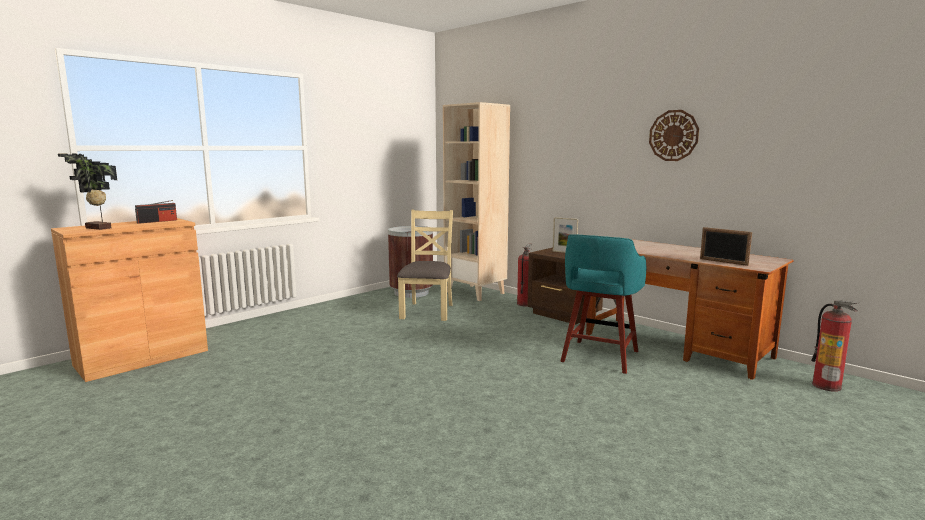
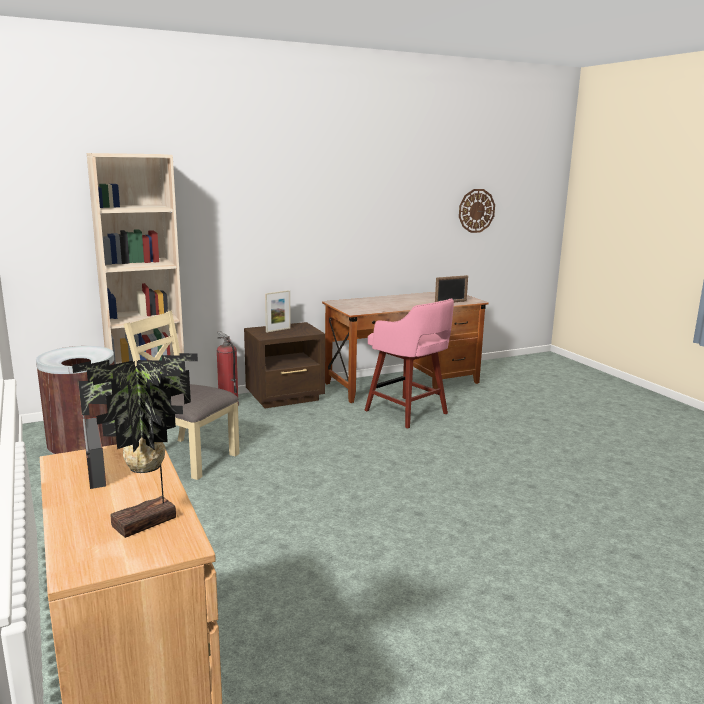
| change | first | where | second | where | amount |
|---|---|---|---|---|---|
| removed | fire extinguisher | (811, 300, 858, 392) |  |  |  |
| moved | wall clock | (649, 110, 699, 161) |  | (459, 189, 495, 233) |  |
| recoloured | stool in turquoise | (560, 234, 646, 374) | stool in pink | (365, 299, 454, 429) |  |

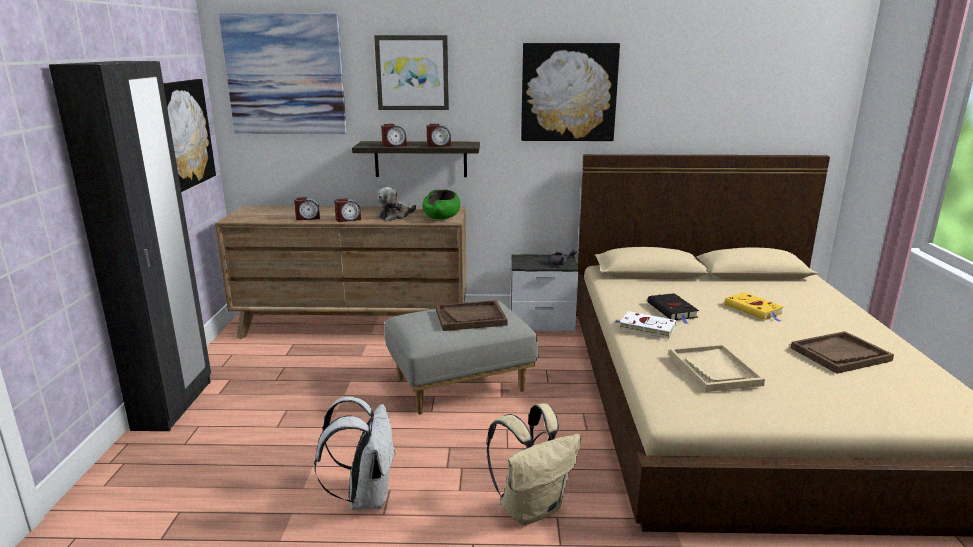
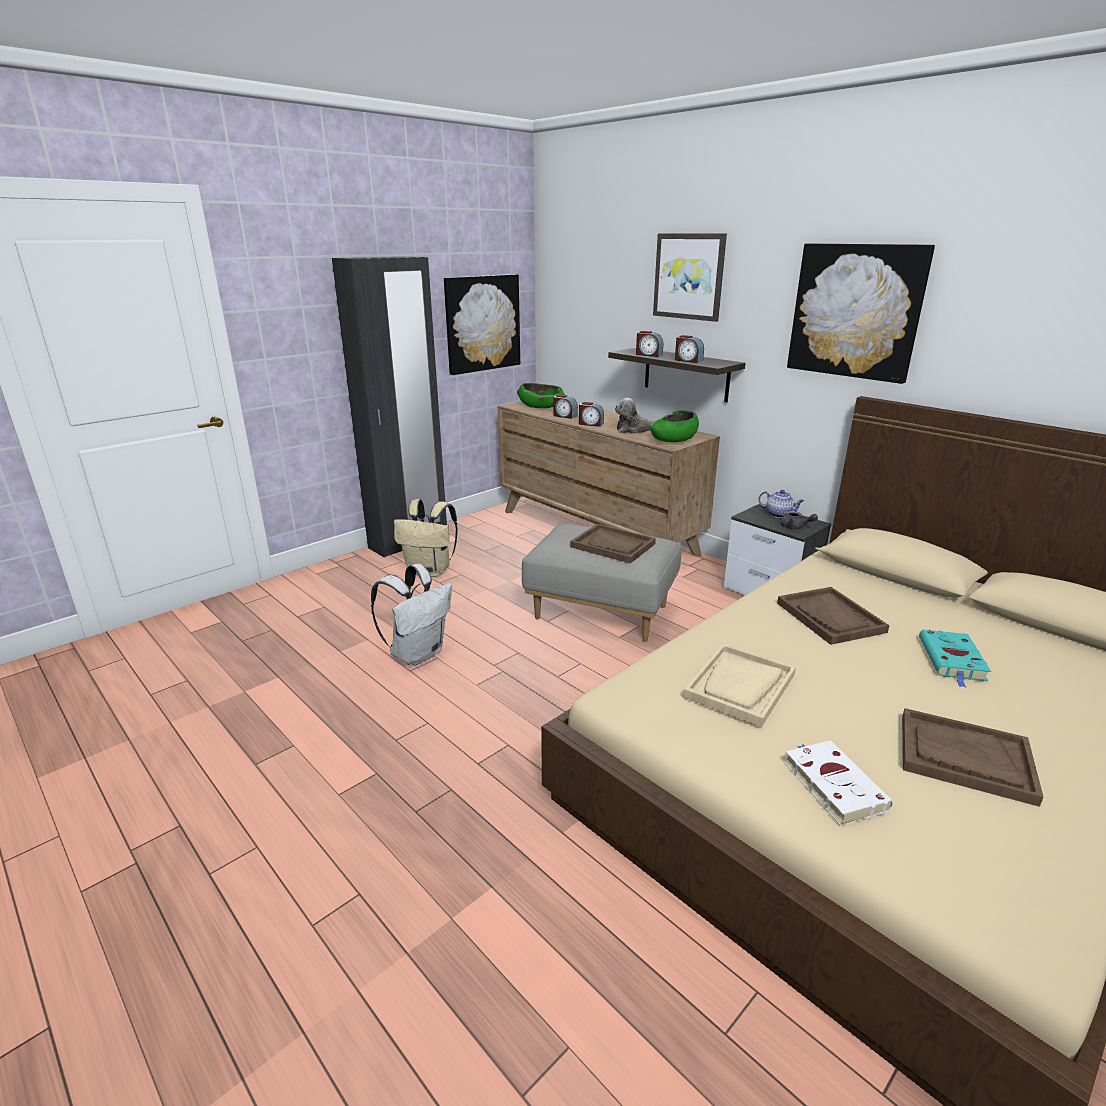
| change | first | where | second | where | amount |
|---|---|---|---|---|---|
| removed | picture | (219, 13, 347, 134) |  |  |  |
| added |  |  | bowl in green | (517, 383, 565, 408) |  |
| added |  |  | teapot | (759, 490, 804, 518) |  |
| moved | backpack in beige | (487, 403, 581, 525) |  | (394, 499, 458, 577) |  |
| moved | book in white | (615, 311, 676, 339) |  | (784, 740, 893, 825) |  |
| replaced | book in black | (647, 293, 699, 324) | tray in brown | (777, 587, 890, 645) |  |
| recoloured | book in yellow | (725, 292, 784, 322) | book in turquoise | (919, 629, 991, 687) |  |

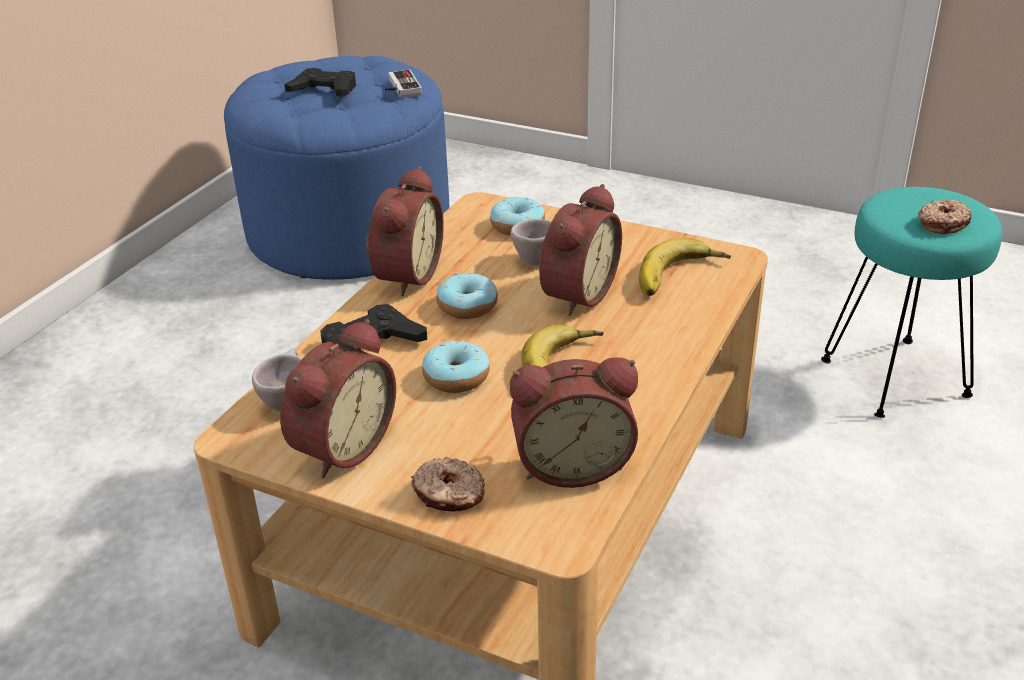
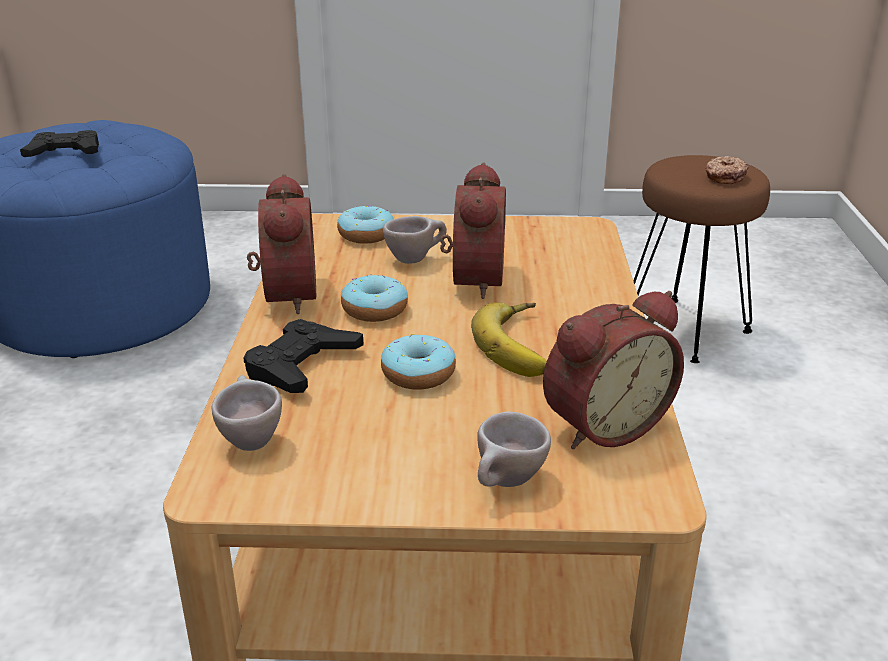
| change | first | where | second | where | amount |
|---|---|---|---|---|---|
| removed | alarm clock | (280, 319, 396, 478) |  |  |  |
| removed | game controller | (385, 69, 422, 98) |  |  |  |
| removed | banana | (639, 238, 731, 296) |  |  |  |
| replaced | donut | (411, 457, 485, 511) | cup in beige | (477, 411, 551, 487) |  |
| recoloured | stool in turquoise | (821, 187, 1002, 418) | stool in brown | (633, 155, 770, 363) |  |

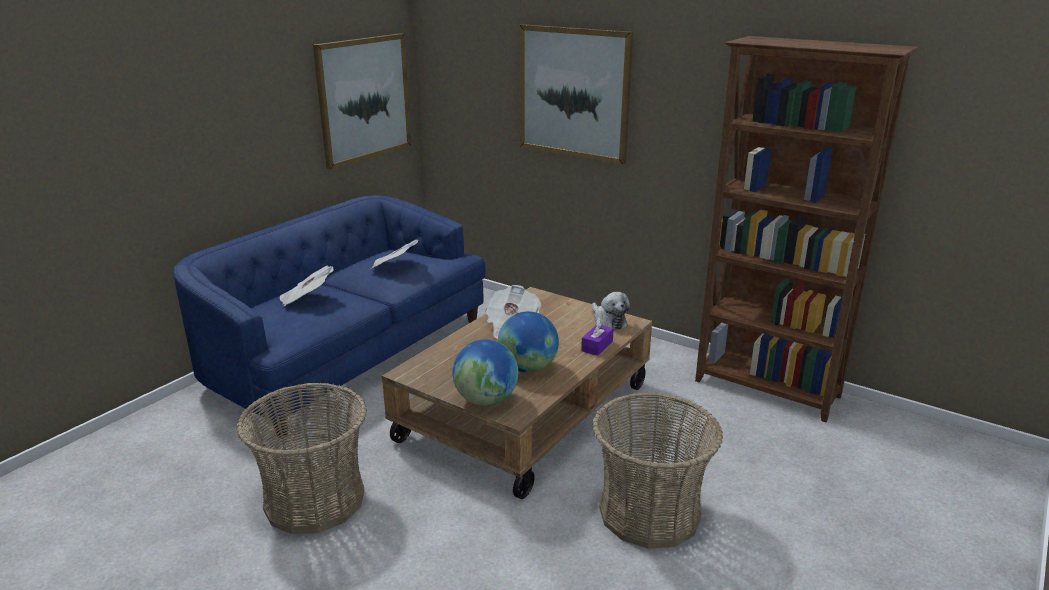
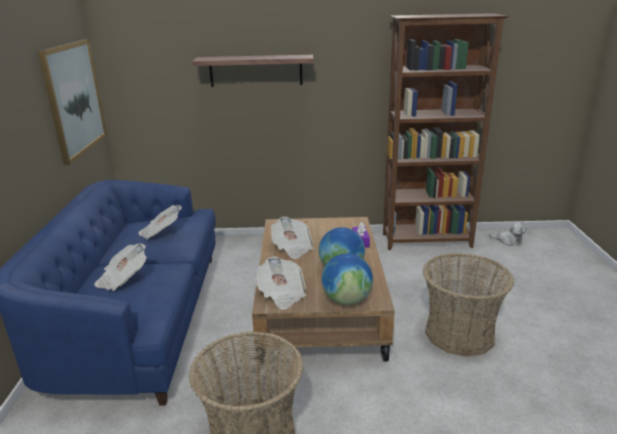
| change | first | where | second | where | amount |
|---|---|---|---|---|---|
| added |  |  | newspaper | (256, 256, 306, 310) |  |
| moved | plush toy | (592, 292, 630, 330) |  | (489, 221, 526, 246) |  |
| replaced | picture | (520, 24, 633, 164) | shelf | (192, 55, 314, 87) |  |

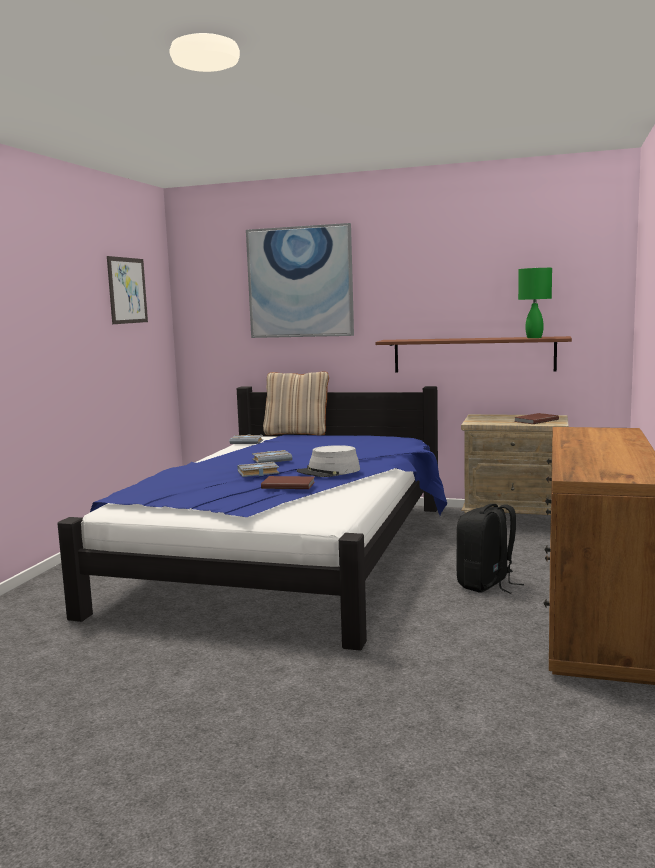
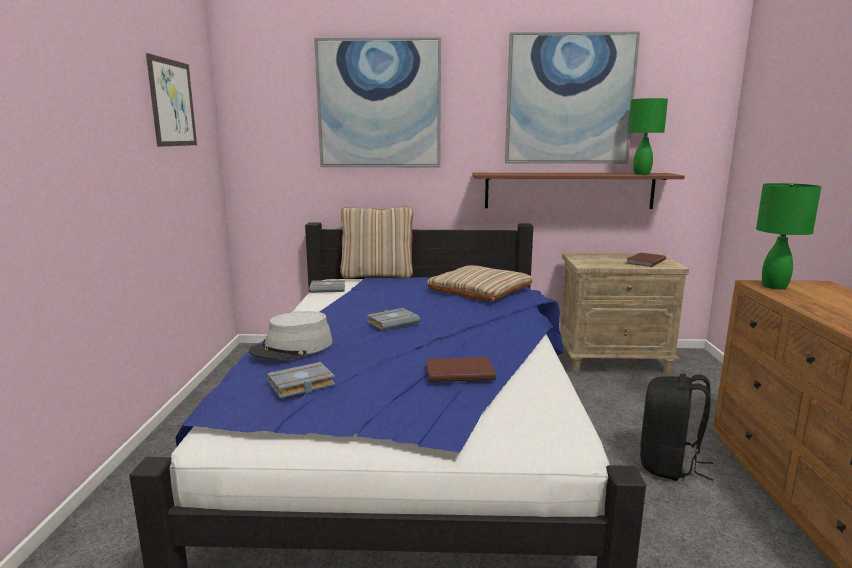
| change | first | where | second | where | amount |
|---|---|---|---|---|---|
| added |  |  | pillow in beige | (427, 265, 532, 302) |  |
| added |  |  | picture | (505, 32, 640, 164) |  |
| added |  |  | table lamp in green | (756, 183, 822, 289) |  |
| moved | book in grey | (237, 462, 280, 477) |  | (267, 362, 336, 398) |  |
| moved | hat in grey | (297, 445, 360, 477) |  | (249, 311, 333, 360) |  |

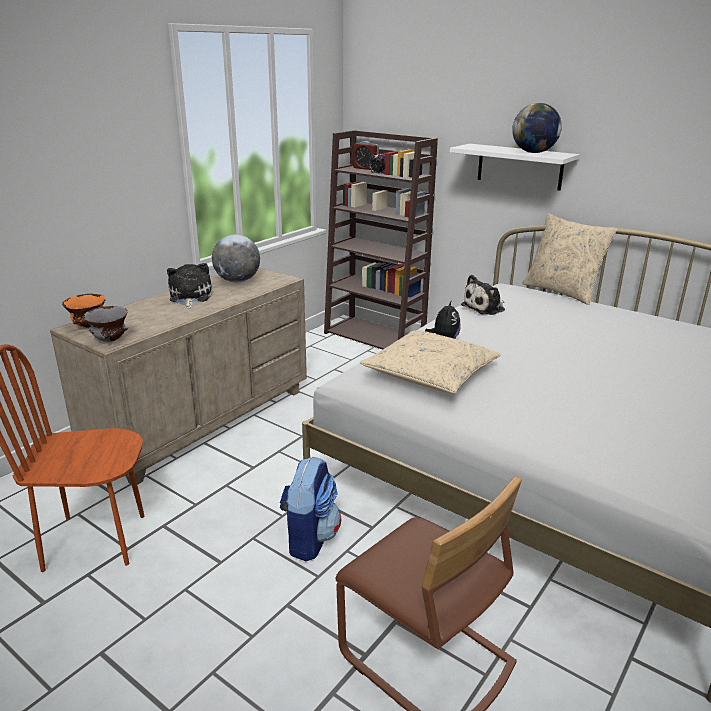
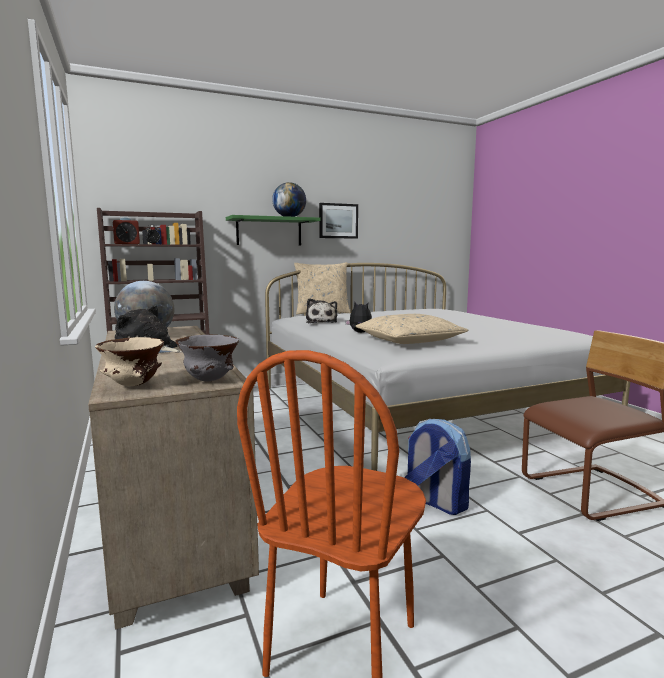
| change | first | where | second | where | amount |
|---|---|---|---|---|---|
| added |  |  | picture | (319, 203, 358, 239) |  |
| recoloured | bowl in orange | (62, 294, 106, 328) | bowl in beige | (95, 337, 164, 386) |  |
| recoloured | shelf in white | (450, 144, 579, 190) | shelf in green | (226, 215, 321, 245) |  |

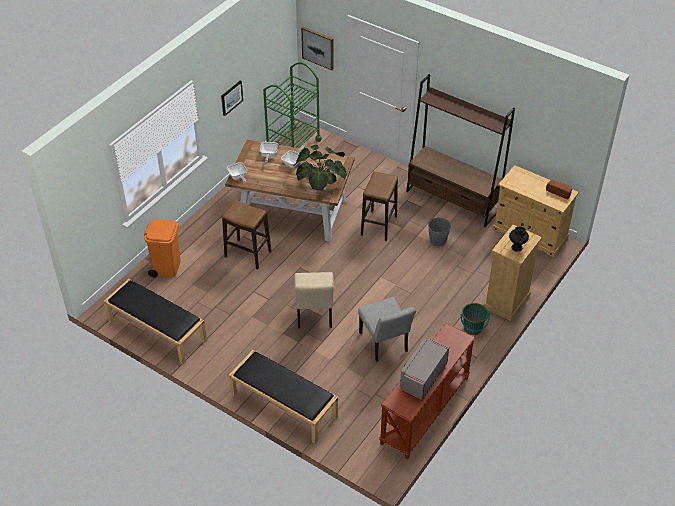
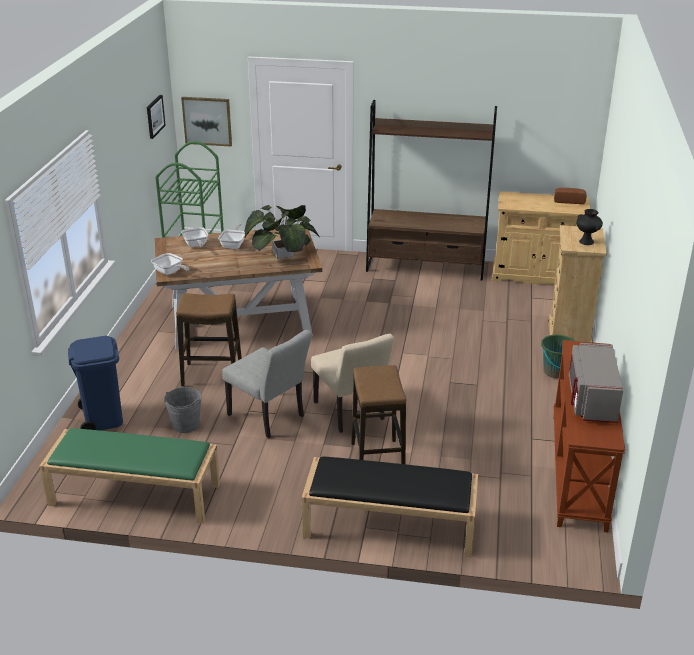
| change | first | where | second | where | amount |
|---|---|---|---|---|---|
| moved | picture | (221, 81, 243, 116) |  | (147, 95, 166, 139) |  |
| moved | chair in grey | (358, 297, 416, 362) |  | (222, 330, 312, 438) |  |
| moved | stool | (361, 171, 398, 241) |  | (351, 365, 406, 464) |  |
| moved | bucket in grey | (428, 217, 451, 246) |  | (164, 387, 202, 433) |  |
| recoloured | bench in black | (104, 279, 207, 365) | bench in green | (40, 428, 220, 524) |  |
| recoloured | trash can in orange | (144, 219, 181, 278) | trash can in blue | (68, 336, 123, 430) |  |

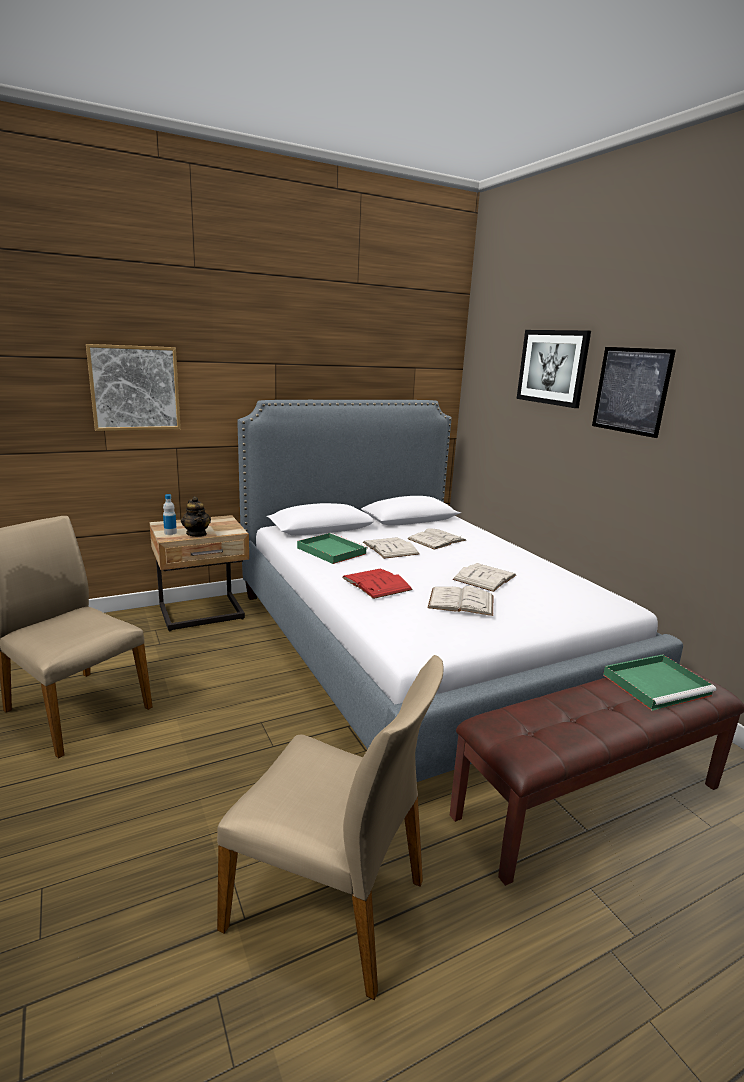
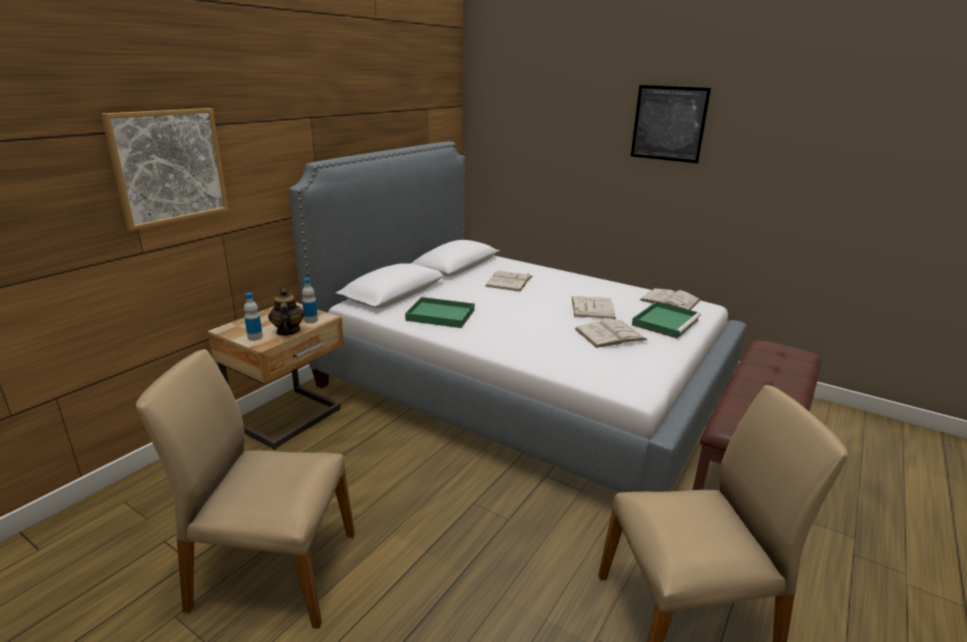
| change | first | where | second | where | amount |
|---|---|---|---|---|---|
| removed | book in red | (342, 569, 413, 599) |  |  |  |
| removed | picture | (517, 330, 591, 408) |  |  |  |
| added |  |  | bottle | (302, 278, 318, 323) |  |
| moved | book in white | (363, 537, 419, 559) |  | (640, 288, 700, 310) |  |
| moved | tray in green | (603, 654, 716, 711) |  | (632, 301, 701, 339) |  |
| turned | teapot | (181, 496, 211, 537) |  | (268, 288, 305, 336) | 135 degrees counterclockwise |

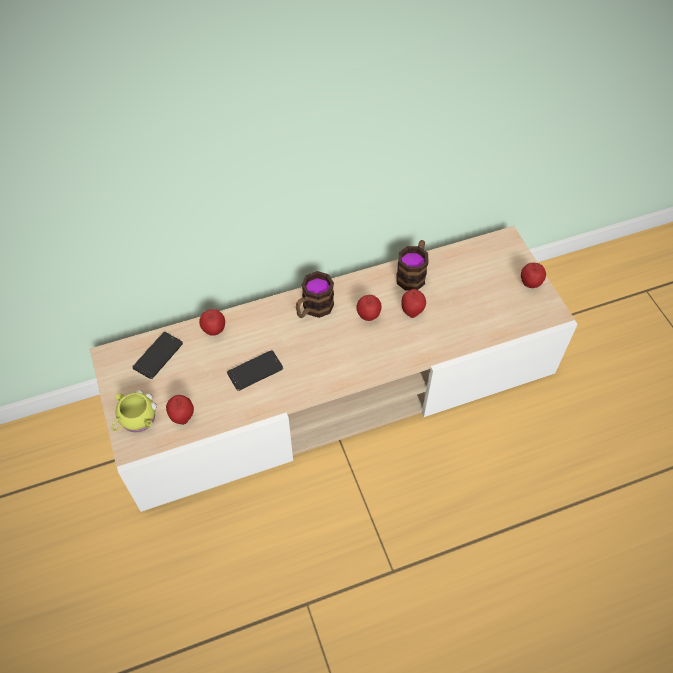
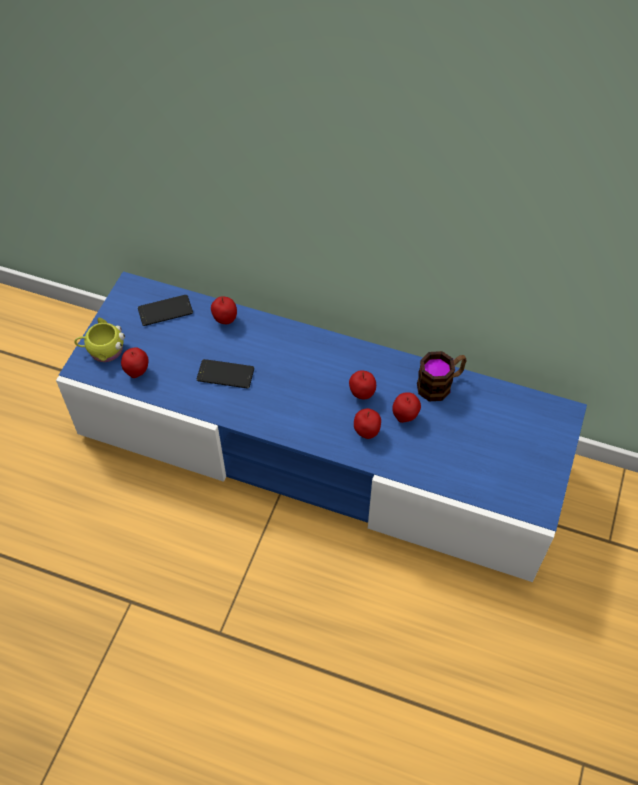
| change | first | where | second | where | amount |
|---|---|---|---|---|---|
| removed | mug | (296, 271, 334, 318) |  |  |  |
| moved | apple | (521, 263, 546, 288) |  | (354, 408, 381, 439) |  |
| recoloured | tv stand in beige | (90, 226, 578, 512) | tv stand in blue | (56, 271, 587, 582) |  |

